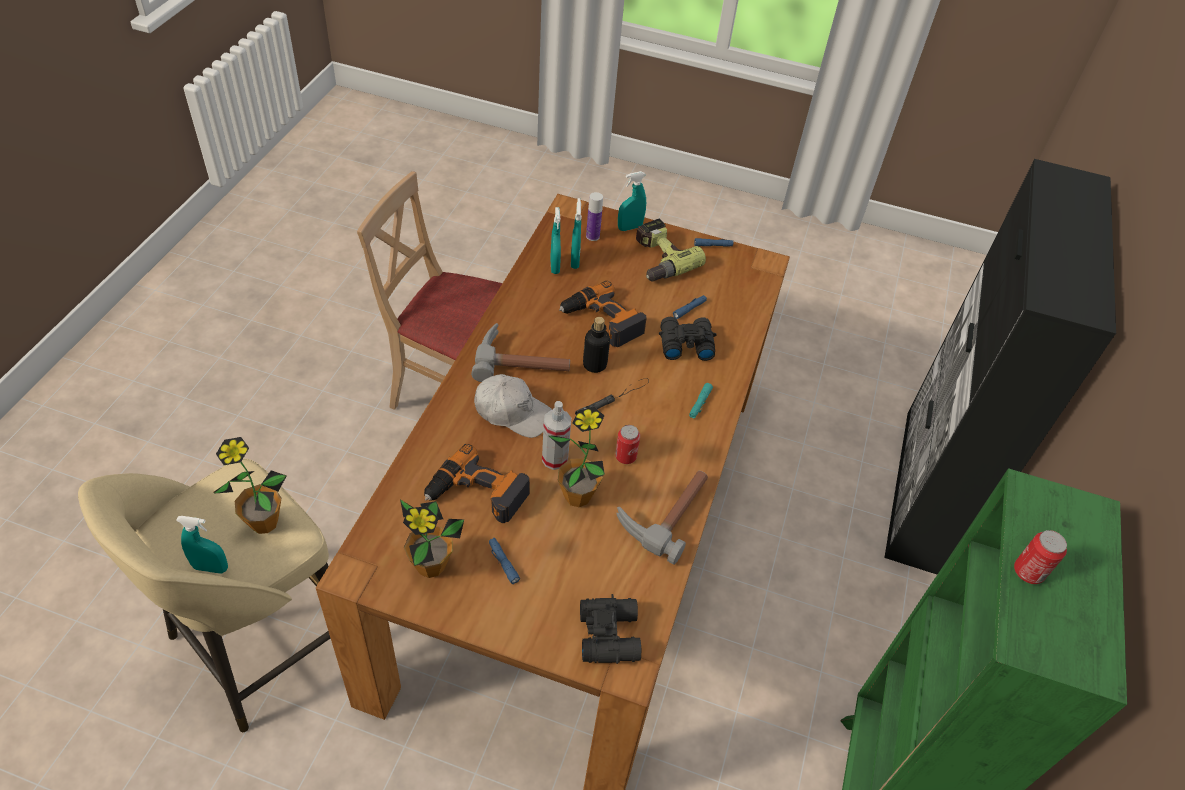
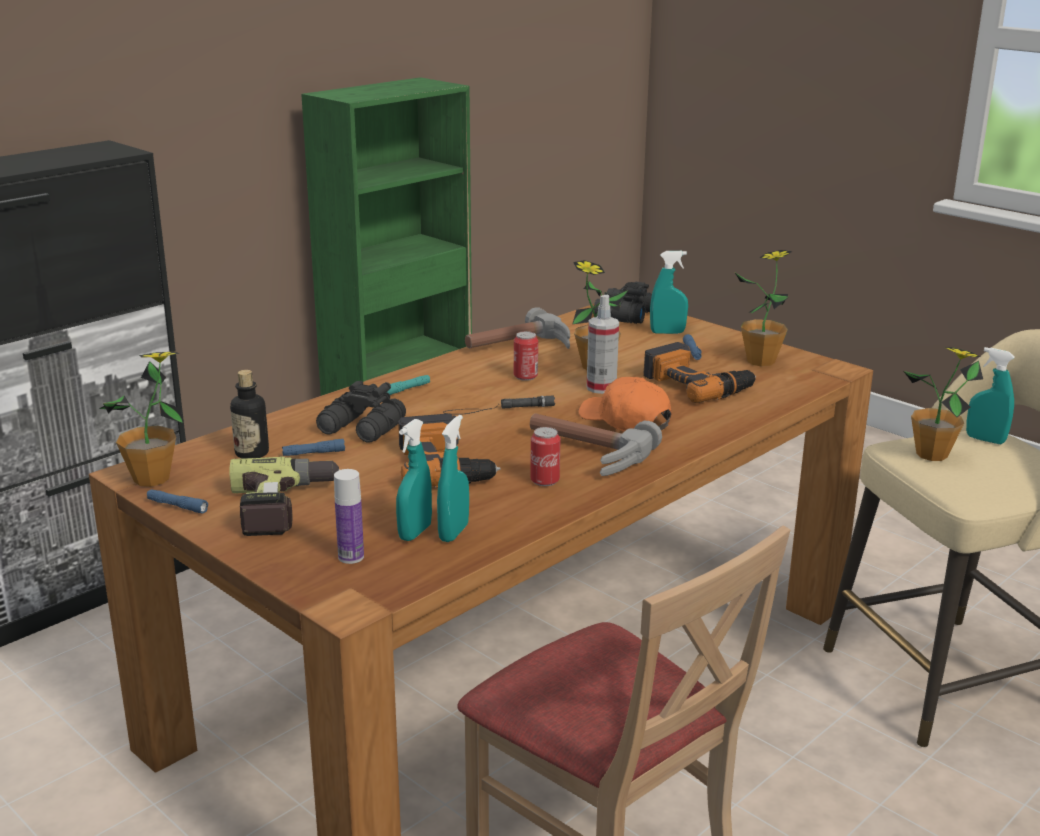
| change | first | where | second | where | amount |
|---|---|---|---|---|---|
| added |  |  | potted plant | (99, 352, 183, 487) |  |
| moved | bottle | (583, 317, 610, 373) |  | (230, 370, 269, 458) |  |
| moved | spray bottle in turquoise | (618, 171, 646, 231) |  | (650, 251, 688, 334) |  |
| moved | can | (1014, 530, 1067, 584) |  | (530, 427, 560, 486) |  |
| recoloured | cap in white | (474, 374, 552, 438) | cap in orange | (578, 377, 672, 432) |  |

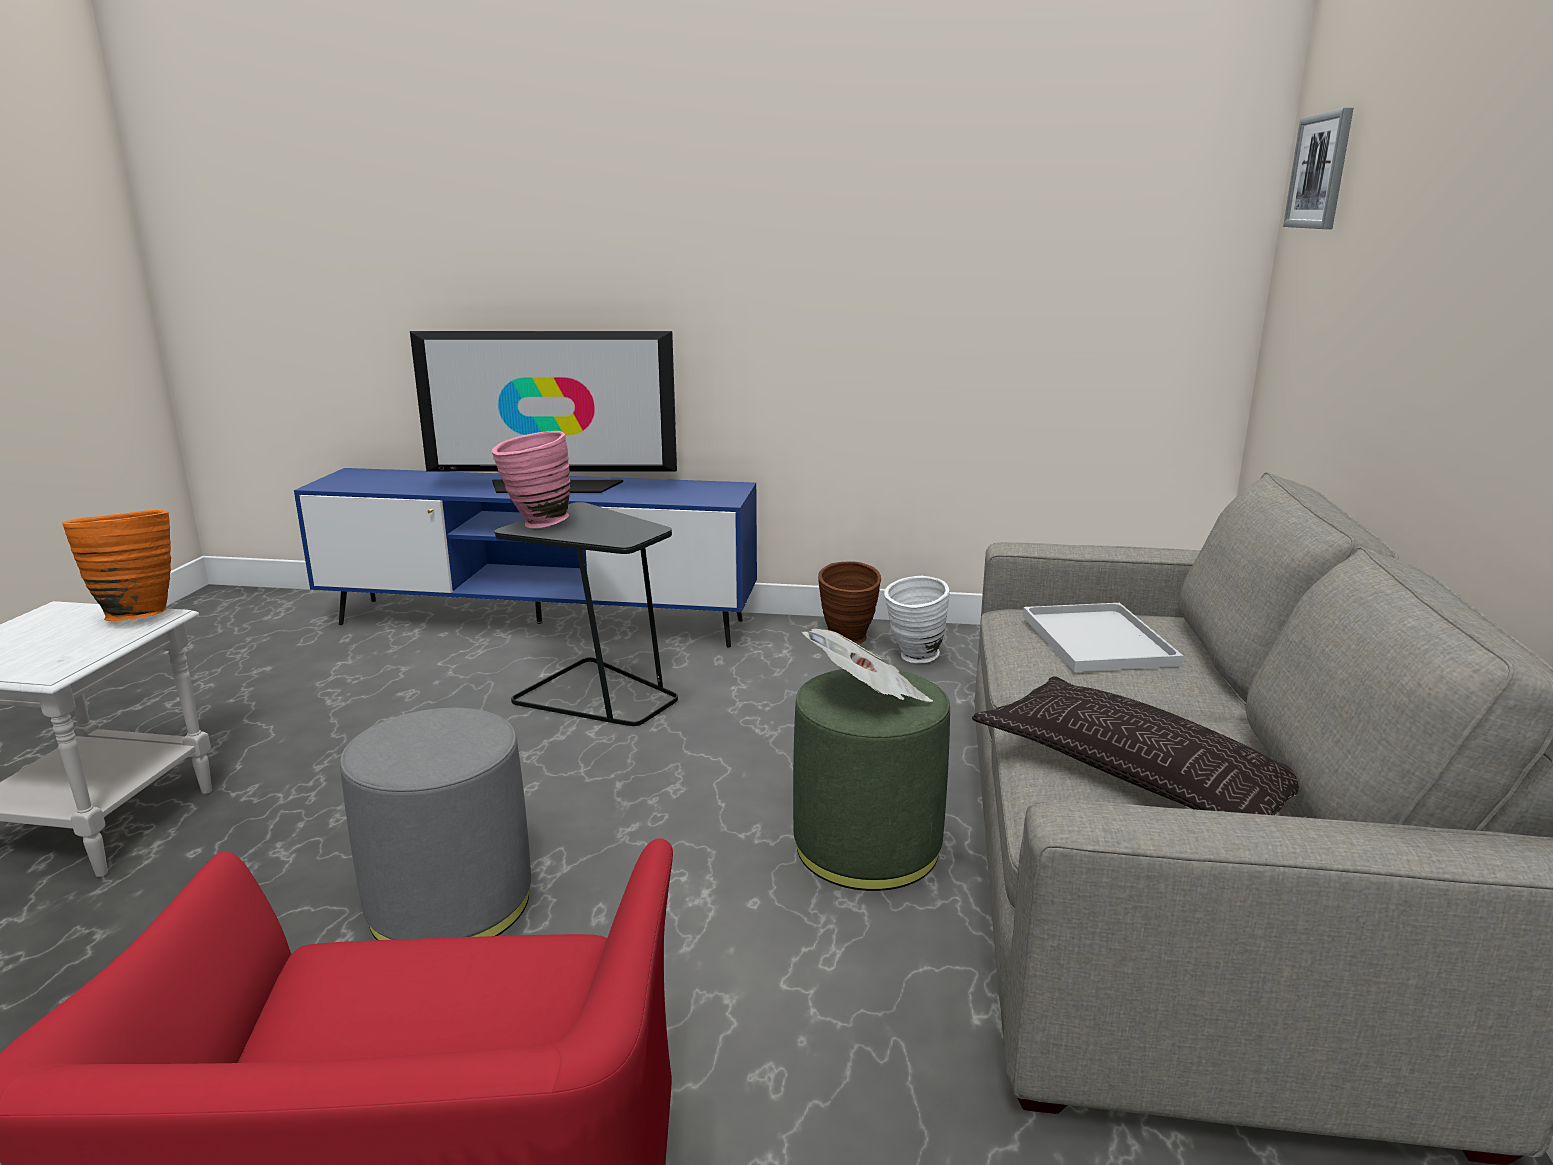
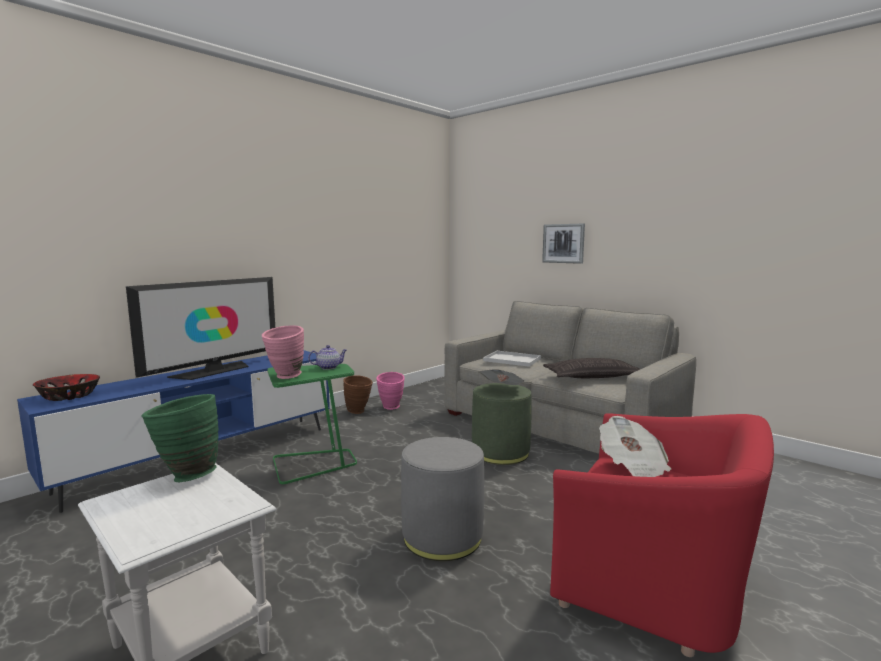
| change | first | where | second | where | amount |
|---|---|---|---|---|---|
| added |  |  | bowl | (33, 374, 100, 401) |  |
| added |  |  | teapot | (308, 345, 347, 370) |  |
| added |  |  | newspaper | (599, 416, 671, 477) |  |
| moved | picture | (1283, 108, 1353, 229) |  | (542, 223, 585, 264) |  |
| recoloured | vase in orange | (62, 510, 171, 621) | vase in green | (141, 394, 219, 482) |  |
| recoloured | side table in black | (494, 502, 678, 726) | side table in green | (267, 364, 357, 484) |  |
| recoloured | vase in white | (884, 576, 950, 663) | vase in pink | (376, 372, 405, 410) |  |

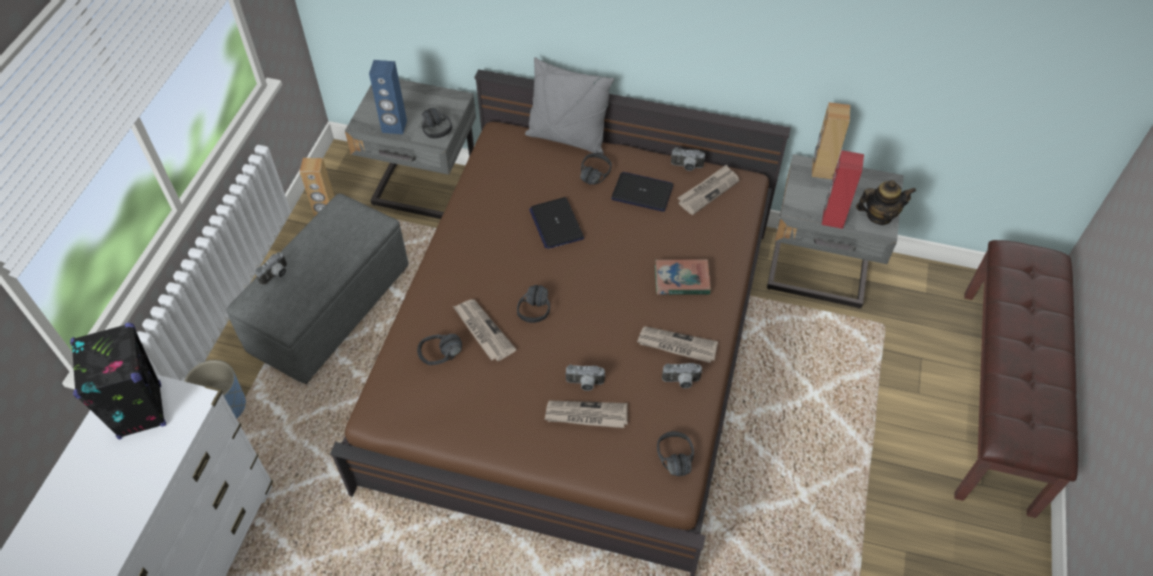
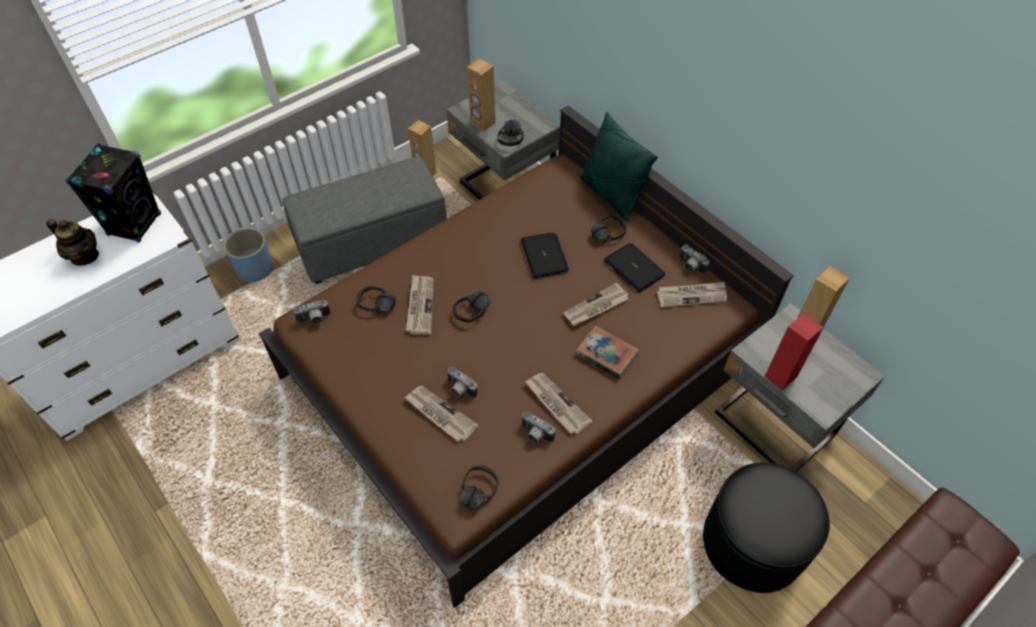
| change | first | where | second | where | amount |
|---|---|---|---|---|---|
| added |  |  | newspaper | (563, 282, 629, 326) |  |
| added |  |  | ottoman in black | (703, 462, 830, 593) |  |
| moved | photo camera | (255, 252, 287, 286) |  | (293, 300, 331, 324) |  |
| moved | teapot | (856, 180, 916, 225) |  | (46, 219, 99, 266) |  |
| recoloured | speaker in blue | (369, 60, 407, 134) | speaker in brown | (467, 58, 496, 131) |  |
| recoloured | pillow in grey | (525, 57, 614, 154) | pillow in green | (579, 112, 658, 222) |  |
| turned | laptop | (529, 197, 584, 249) |  | (521, 233, 569, 278) | 150 degrees clockwise |

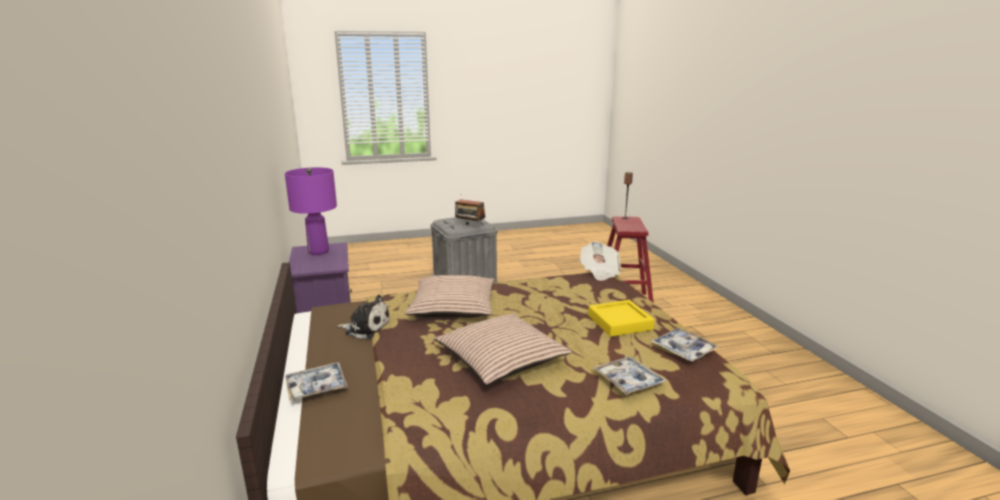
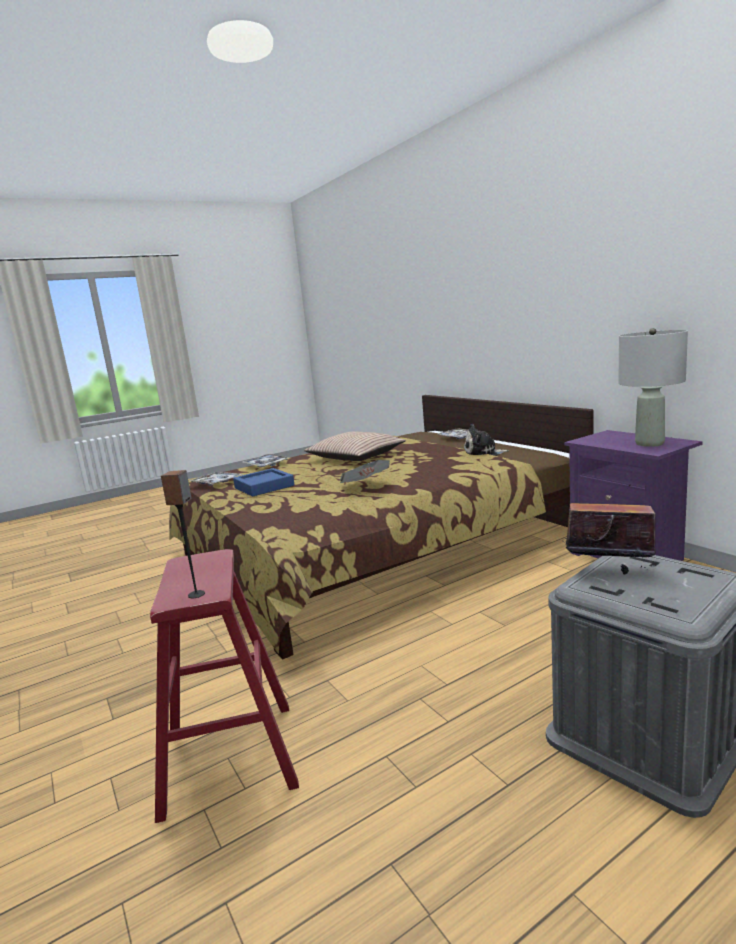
| change | first | where | second | where | amount |
|---|---|---|---|---|---|
| removed | pillow | (405, 275, 495, 318) |  |  |  |
| moved | newspaper | (579, 241, 621, 281) |  | (340, 460, 390, 483) |  |
| recoloured | table lamp in purple | (285, 167, 337, 255) | table lamp in grey | (618, 328, 688, 447) |  |
| recoloured | tray in yellow | (588, 300, 655, 337) | tray in blue | (233, 468, 294, 497) |  |

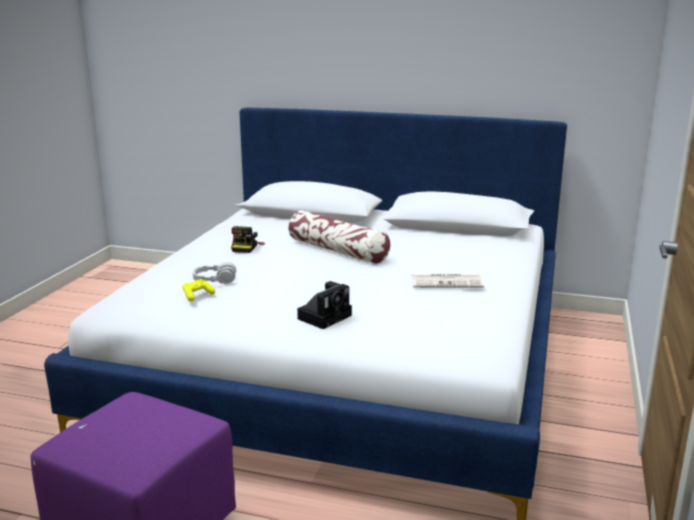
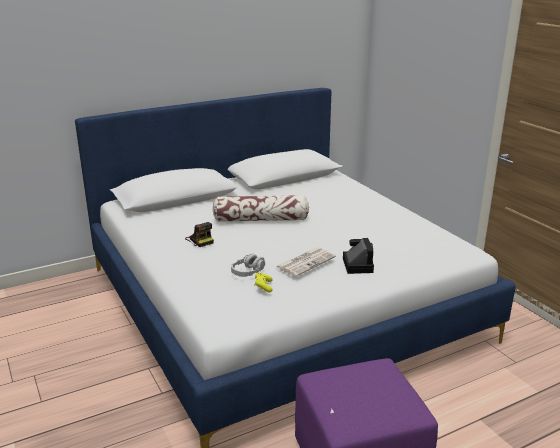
| change | first | where | second | where | amount |
|---|---|---|---|---|---|
| moved | newspaper | (411, 274, 484, 288) |  | (276, 247, 336, 277) |  |

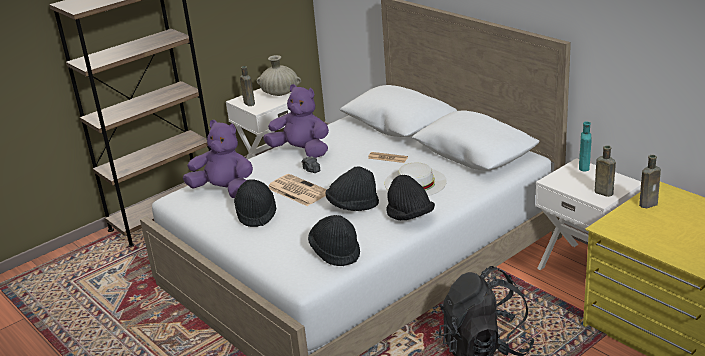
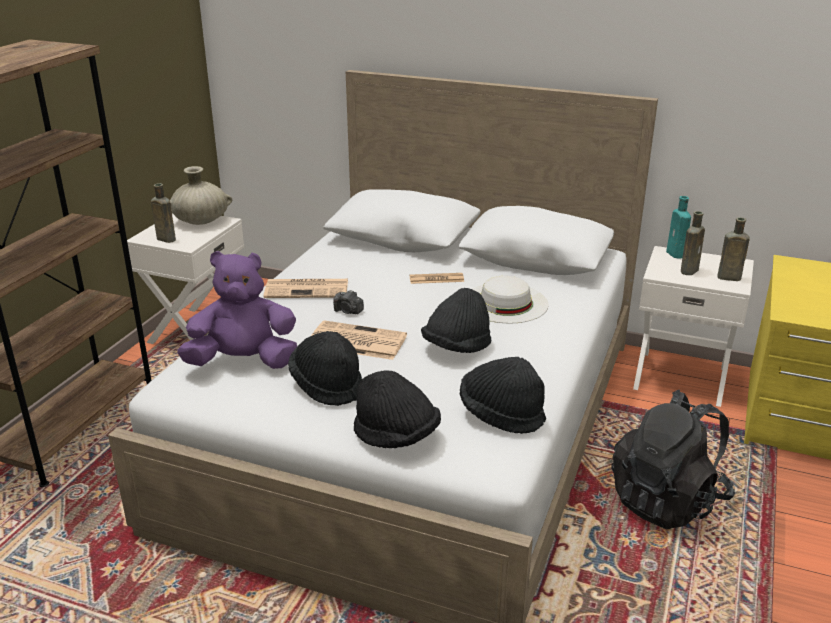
| change | first | where | second | where | amount |
|---|---|---|---|---|---|
| moved | hat in black | (386, 175, 435, 220) |  | (354, 370, 441, 448) |  |
| moved | bottle in brown | (639, 155, 661, 208) |  | (681, 211, 705, 275) |  |
| replaced | plush toy in purple | (263, 84, 329, 158) | newspaper | (263, 279, 348, 298) |  |

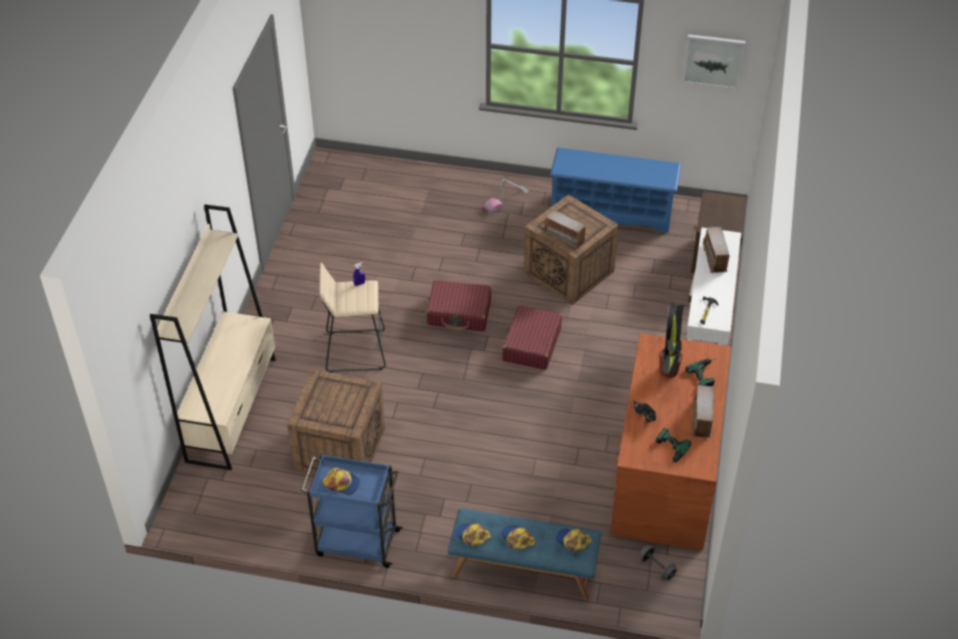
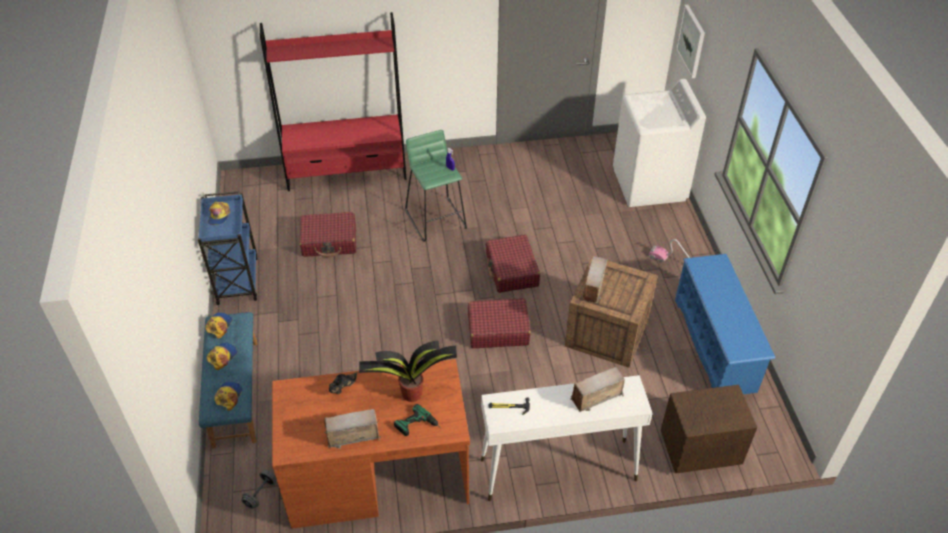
| change | first | where | second | where | amount |
|---|---|---|---|---|---|
| removed | power drill | (656, 428, 691, 466) |  |  |  |
| added |  |  | washing machine in white | (613, 79, 706, 207) |  |
| moved | picture | (682, 34, 745, 90) |  | (676, 5, 705, 78) |  |
| replaced | crate | (287, 369, 385, 474) | suitcase in red | (300, 212, 356, 258) |  |
| recoloured | bookcase in beige | (150, 205, 276, 470) | bookcase in red | (260, 12, 407, 191) |  |
| recoloured | stool in beige | (319, 263, 386, 373) | stool in green | (405, 130, 467, 241) |  |

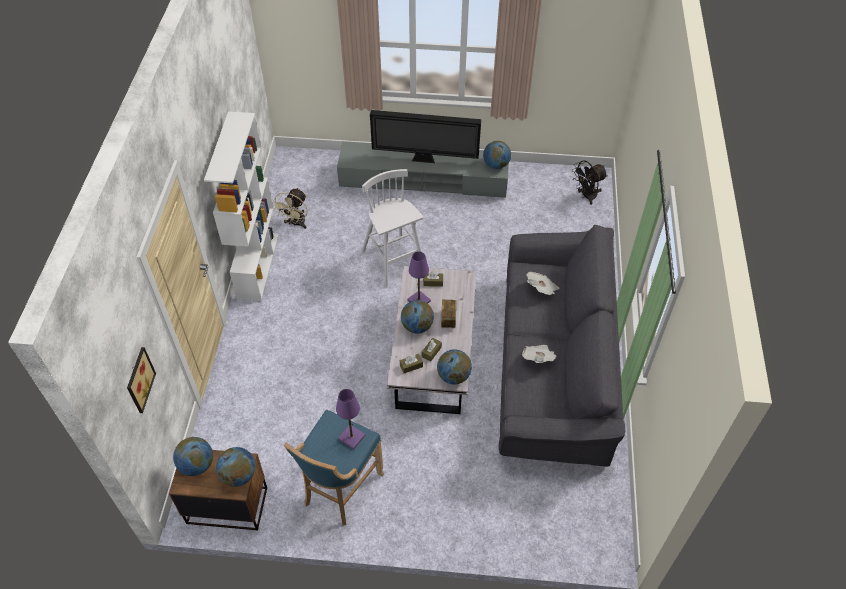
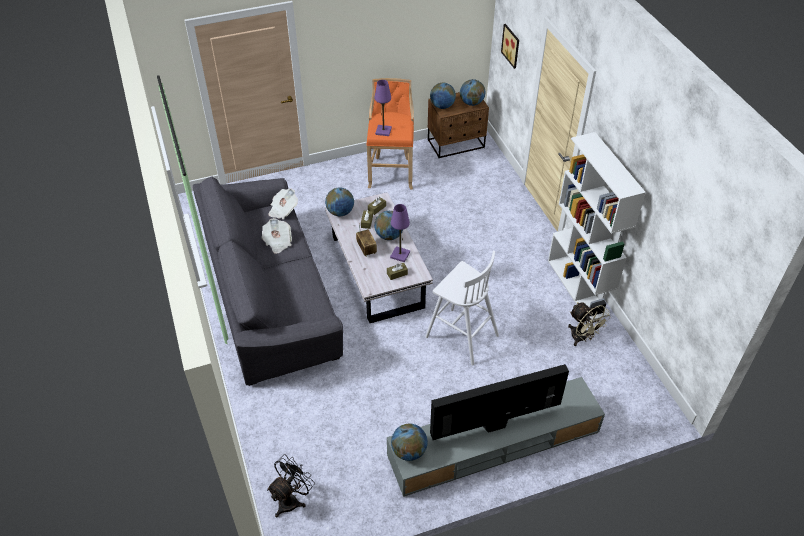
| change | first | where | second | where | amount |
|---|---|---|---|---|---|
| moved | newspaper | (526, 272, 560, 296) |  | (268, 189, 298, 219) |  |
| recoloured | stool in blue | (284, 410, 384, 525) | stool in orange | (367, 78, 414, 189) |  |
| turned | fan in beige | (273, 188, 308, 229) |  | (568, 302, 611, 346) | 150 degrees clockwise |

